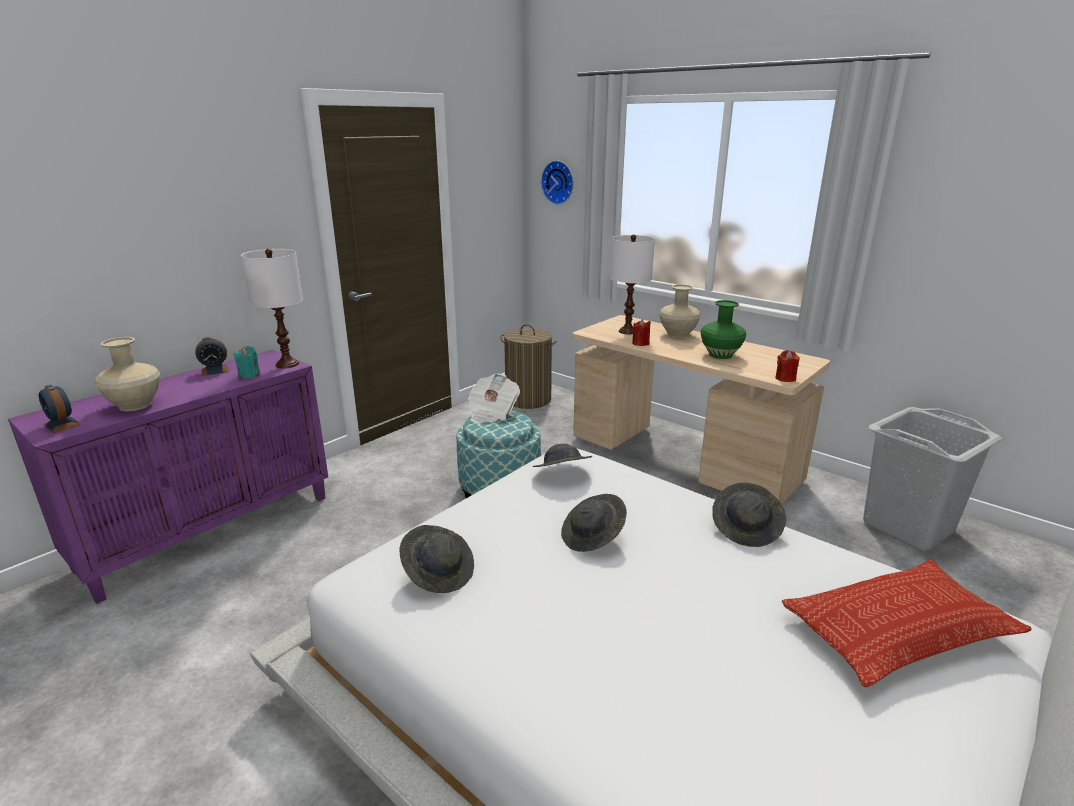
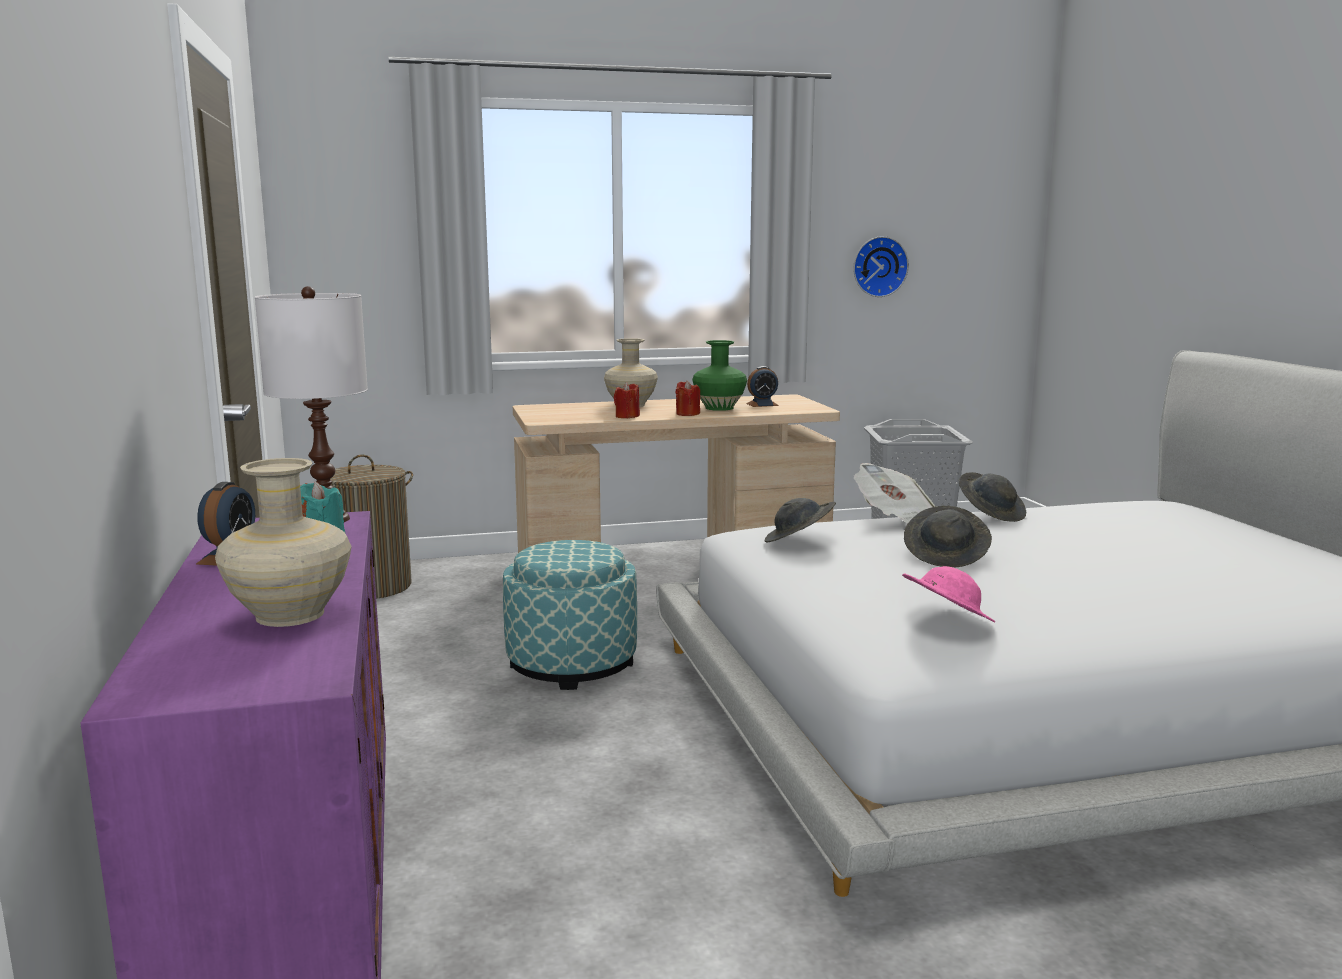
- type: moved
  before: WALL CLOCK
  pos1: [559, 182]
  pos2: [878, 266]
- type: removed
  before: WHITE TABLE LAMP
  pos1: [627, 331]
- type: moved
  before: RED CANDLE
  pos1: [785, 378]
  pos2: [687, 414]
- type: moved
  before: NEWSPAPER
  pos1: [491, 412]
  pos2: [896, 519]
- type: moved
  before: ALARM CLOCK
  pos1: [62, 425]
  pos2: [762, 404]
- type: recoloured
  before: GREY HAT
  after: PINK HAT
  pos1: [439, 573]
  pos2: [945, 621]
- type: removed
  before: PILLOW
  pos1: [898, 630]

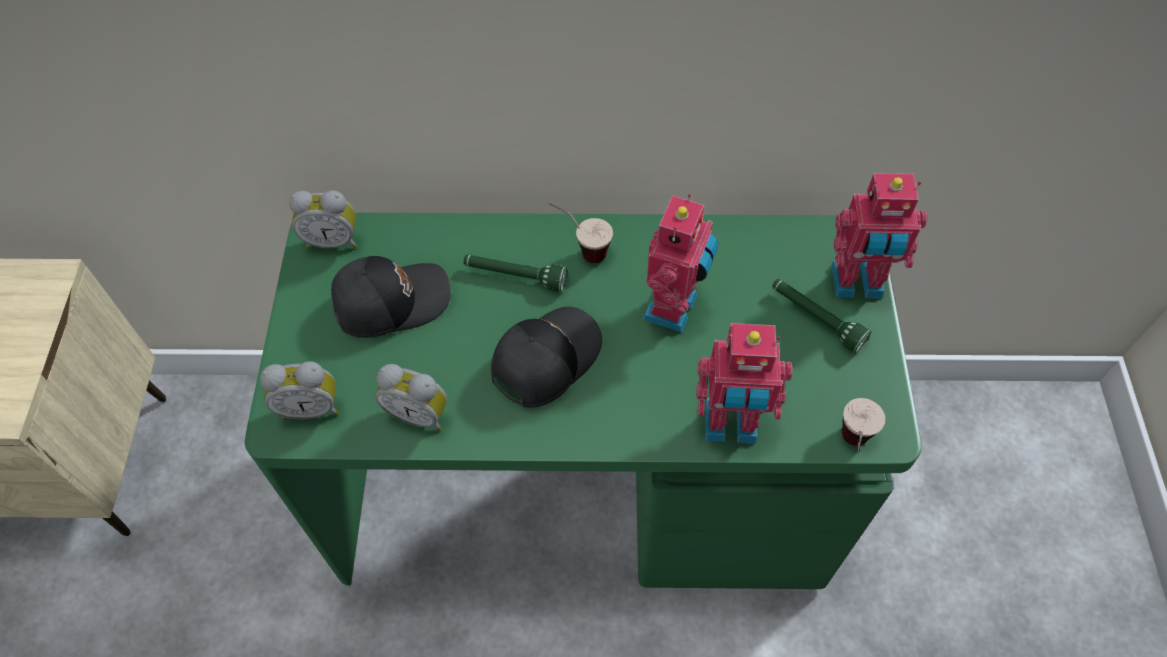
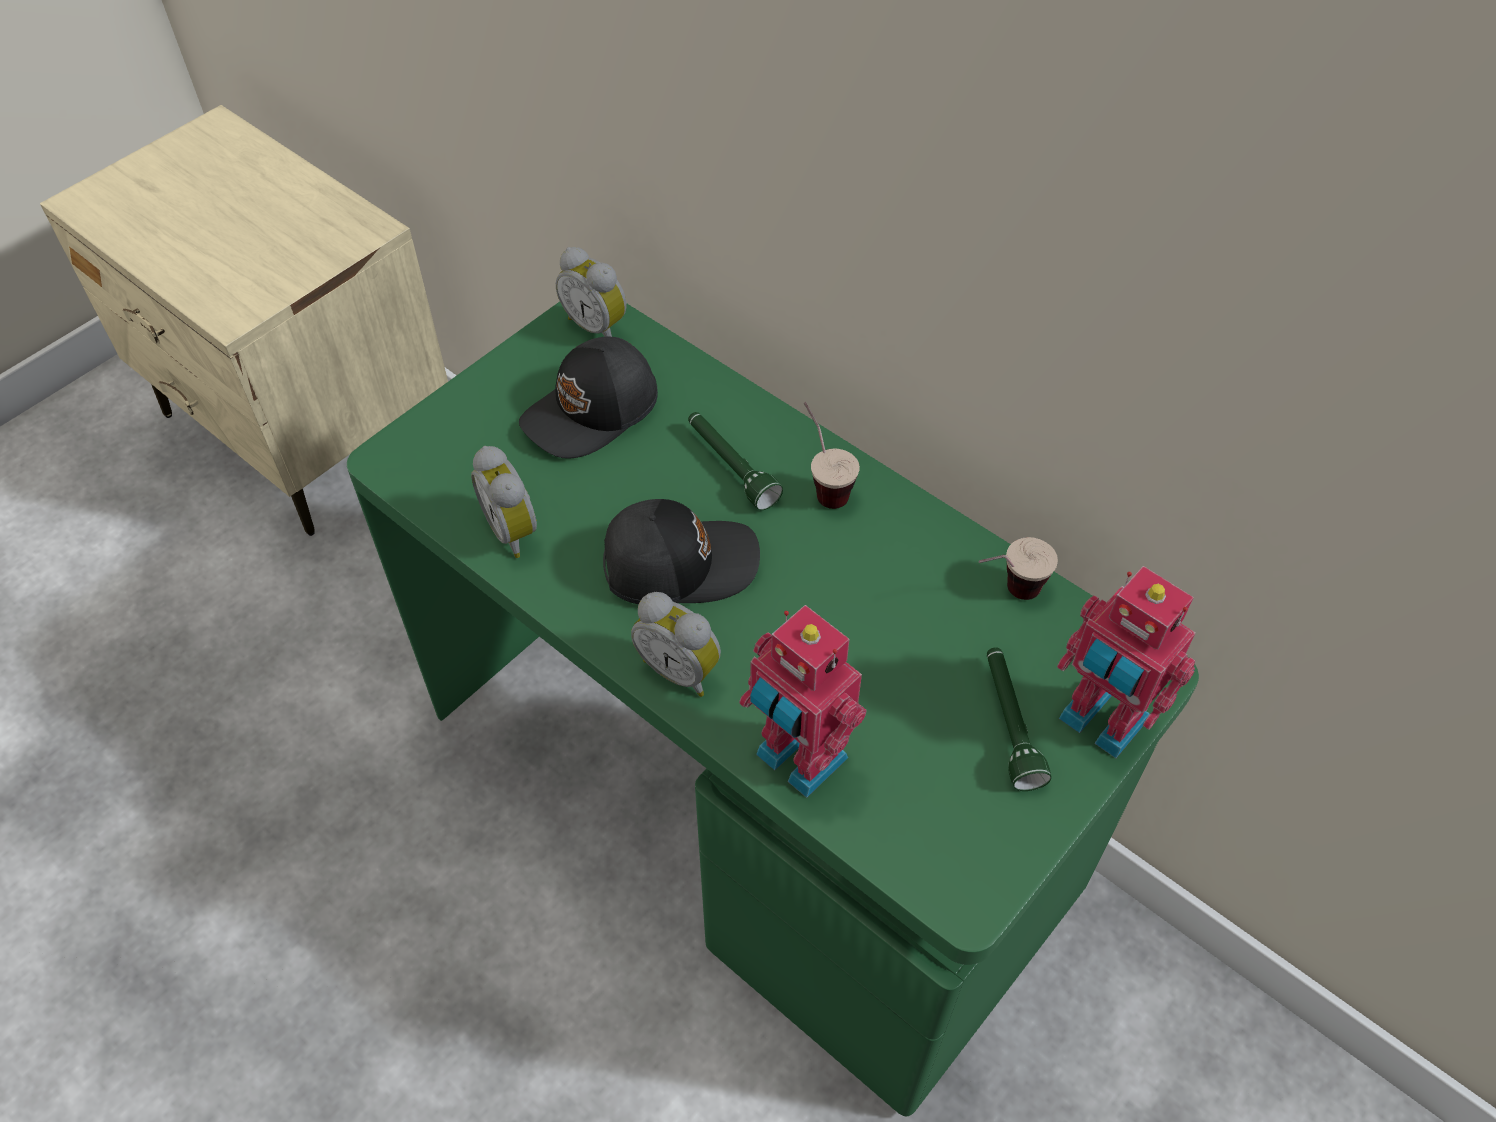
- type: removed
  before: TOY ROBOT
  pos1: [674, 308]
- type: turned
  before: BLACK CAP
  pos1: [390, 300]
  pos2: [593, 413]
  turn: 120
- type: moved
  before: ALARM CLOCK
  pos1: [310, 407]
  pos2: [681, 669]
- type: moved
  before: CUP
  pos1: [850, 448]
  pos2: [1006, 594]

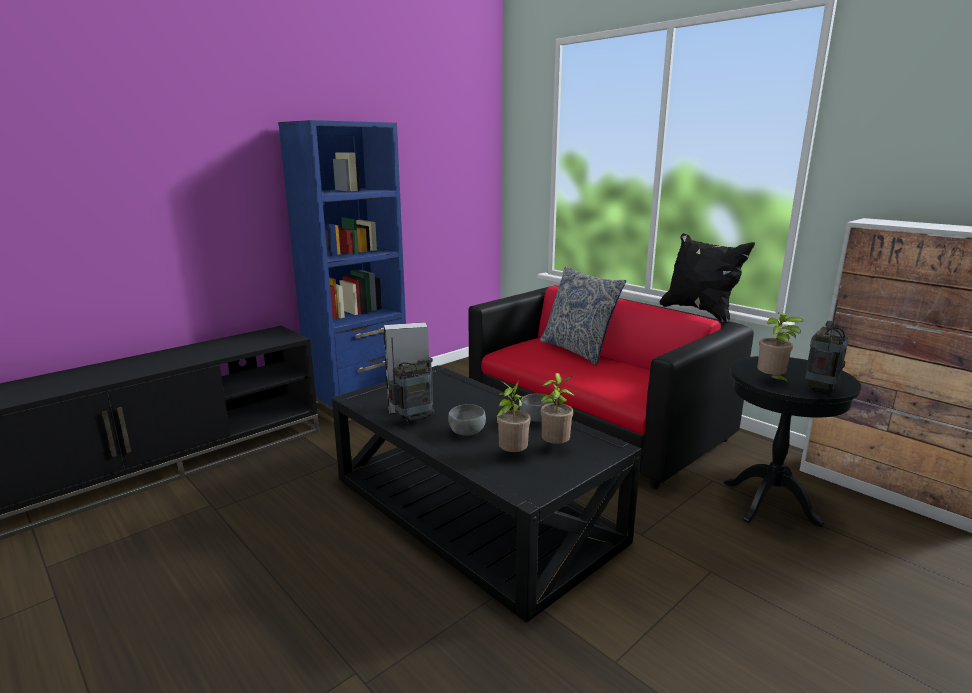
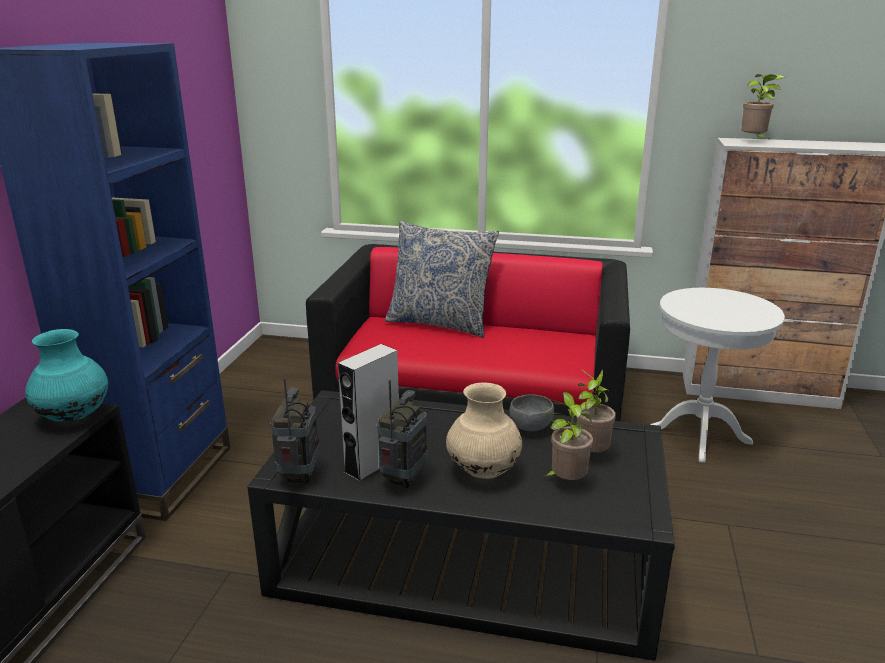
- type: removed
  before: BLACK PILLOW
  pos1: [699, 312]
- type: moved
  before: RADIO
  pos1: [820, 389]
  pos2: [299, 475]
- type: moved
  before: POTTED PLANT
  pos1: [771, 381]
  pos2: [754, 141]
- type: recoloured
  before: BLACK SIDE TABLE
  after: WHITE SIDE TABLE
  pos1: [770, 503]
  pos2: [700, 435]
- type: replaced
  before: GREY BOWL
  after: BEIGE VASE
  pos1: [467, 432]
  pos2: [483, 472]
- type: added
  after: TURQUOISE VASE
  pos2: [74, 416]

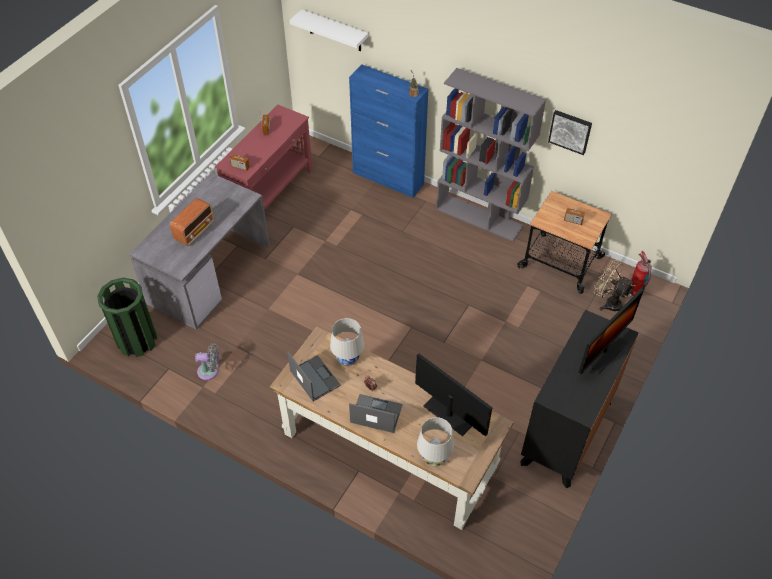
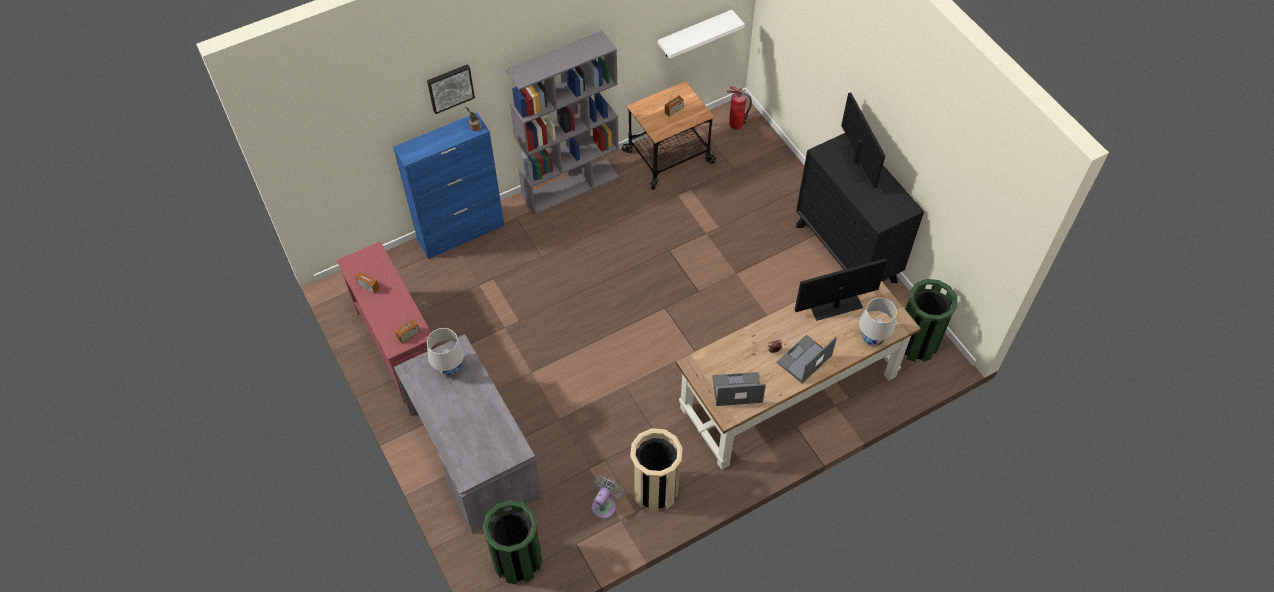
- type: moved
  before: WHITE SHELF
  pos1: [335, 31]
  pos2: [694, 34]
- type: moved
  before: PICTURE
  pos1: [570, 131]
  pos2: [450, 87]
- type: removed
  before: RADIO
  pos1: [195, 231]
- type: removed
  before: BEIGE FAN
  pos1: [608, 303]
- type: moved
  before: WHITE TABLE LAMP
  pos1: [347, 358]
  pos2: [449, 368]
- type: added
  after: GREEN TRASH CAN
  pos2: [916, 343]
- type: added
  after: BEIGE TRASH CAN
  pos2: [655, 490]

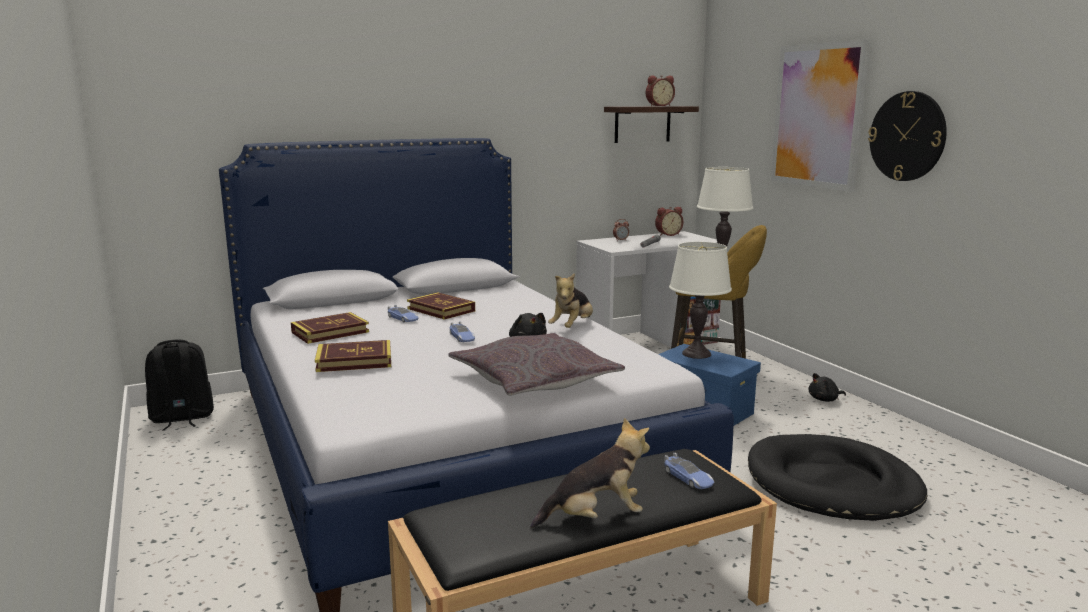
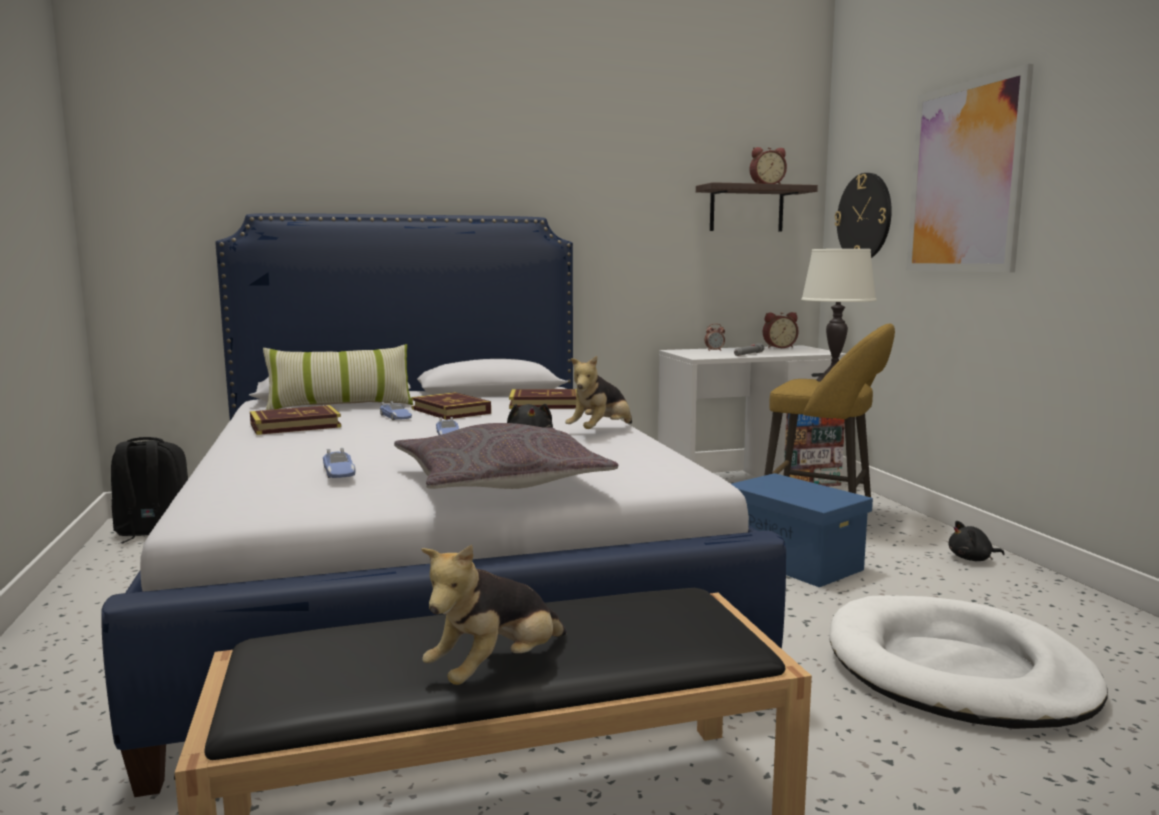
- type: moved
  before: WALL CLOCK
  pos1: [907, 136]
  pos2: [864, 217]
- type: removed
  before: WHITE TABLE LAMP
  pos1: [696, 354]
- type: moved
  before: BOOK
  pos1: [354, 361]
  pos2: [544, 404]
- type: turned
  before: PLUSH TOY
  pos1: [595, 518]
  pos2: [496, 670]
  turn: 135
- type: recoloured
  before: BLACK DOG BED
  after: WHITE DOG BED
  pos1: [832, 484]
  pos2: [956, 670]
- type: moved
  before: TOY CAR
  pos1: [688, 478]
  pos2: [339, 472]
- type: added
  after: PILLOW
  pos2: [340, 406]

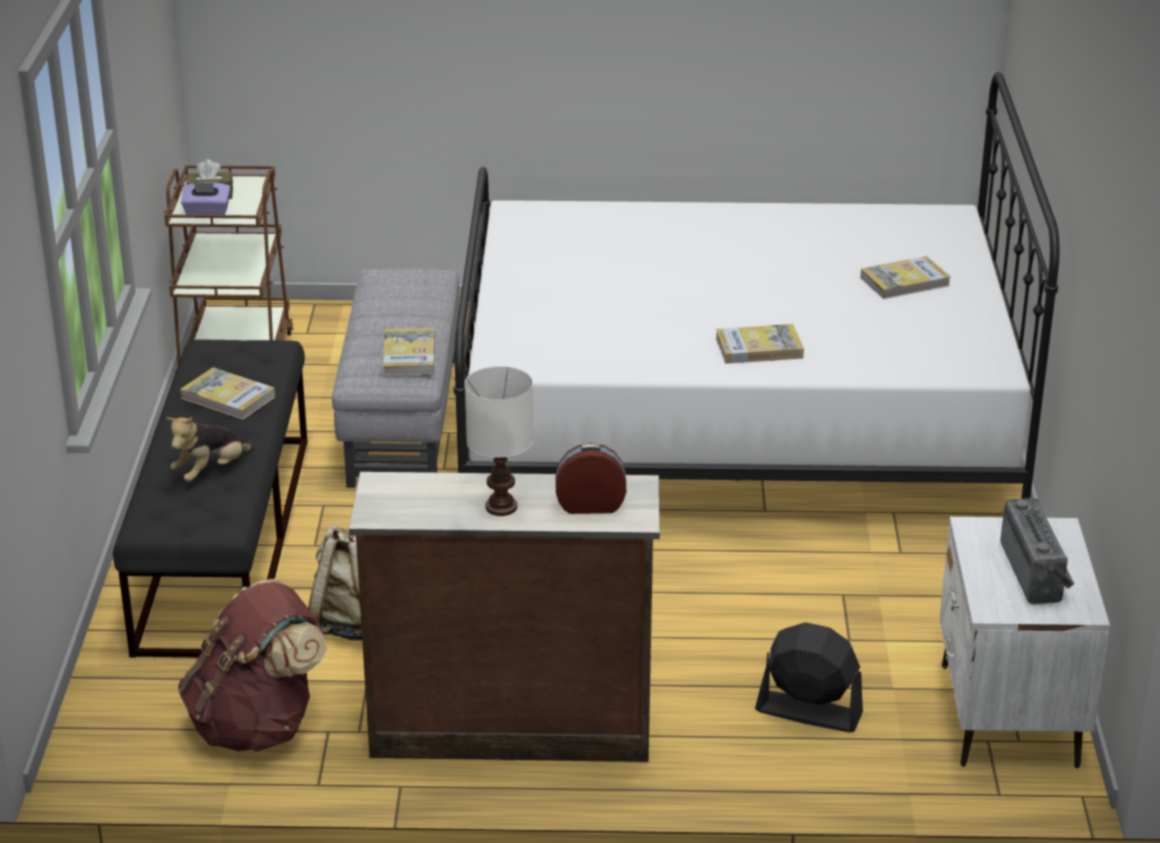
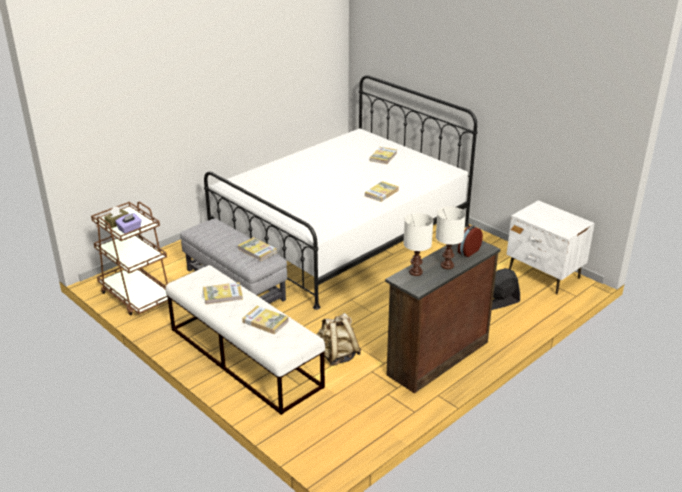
- type: recoloured
  before: BLACK BENCH
  after: WHITE BENCH
  pos1: [225, 541]
  pos2: [244, 357]
- type: replaced
  before: PLUSH TOY
  after: BOOK
  pos1: [211, 471]
  pos2: [265, 321]
- type: removed
  before: RADIO
  pos1: [1036, 572]
- type: removed
  before: BROWN BACKPACK
  pos1: [258, 726]
- type: added
  after: WHITE TABLE LAMP
  pos2: [415, 272]

